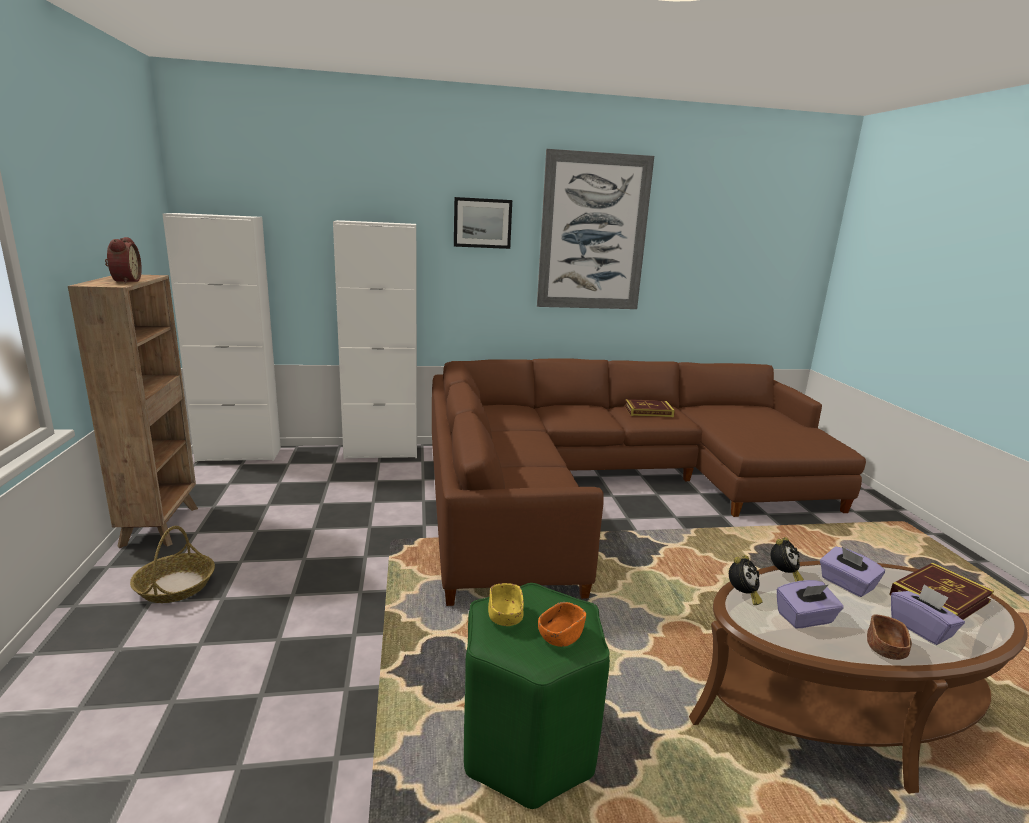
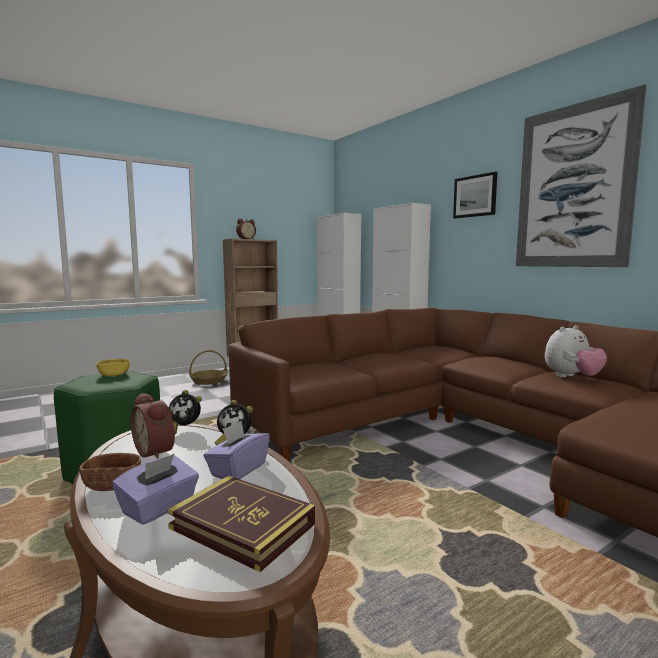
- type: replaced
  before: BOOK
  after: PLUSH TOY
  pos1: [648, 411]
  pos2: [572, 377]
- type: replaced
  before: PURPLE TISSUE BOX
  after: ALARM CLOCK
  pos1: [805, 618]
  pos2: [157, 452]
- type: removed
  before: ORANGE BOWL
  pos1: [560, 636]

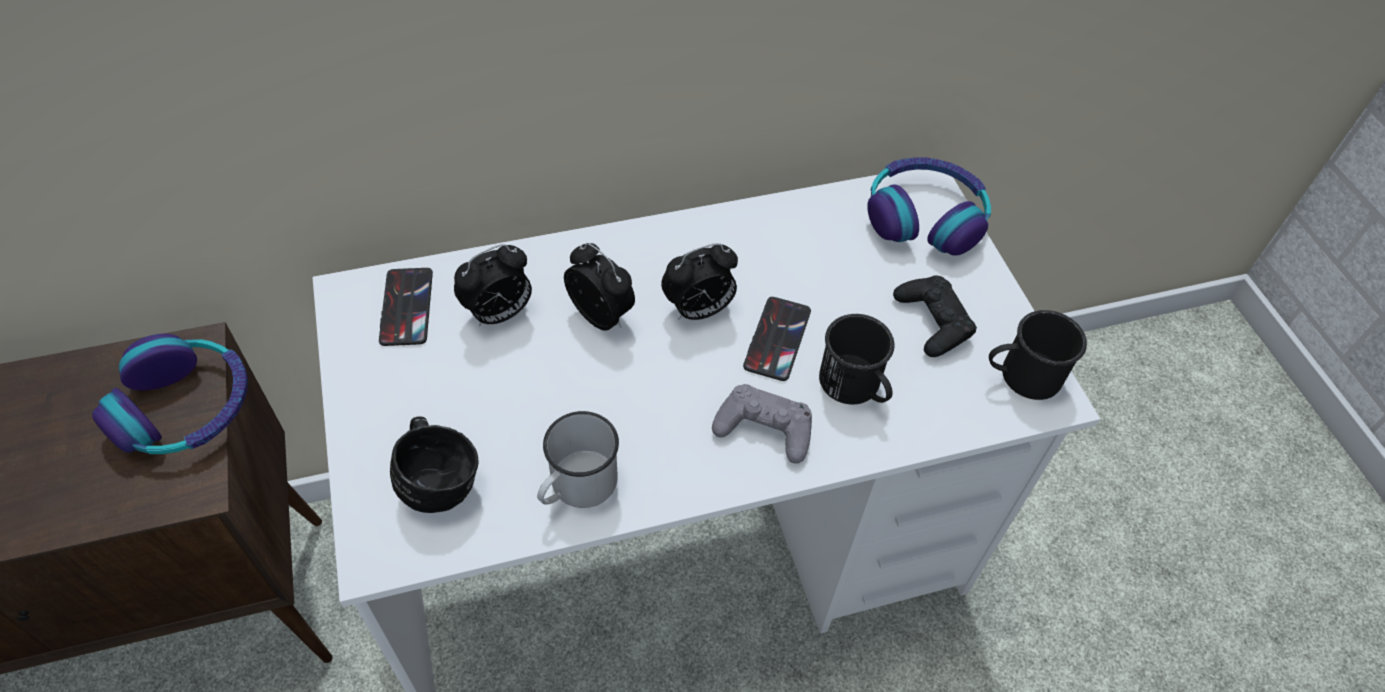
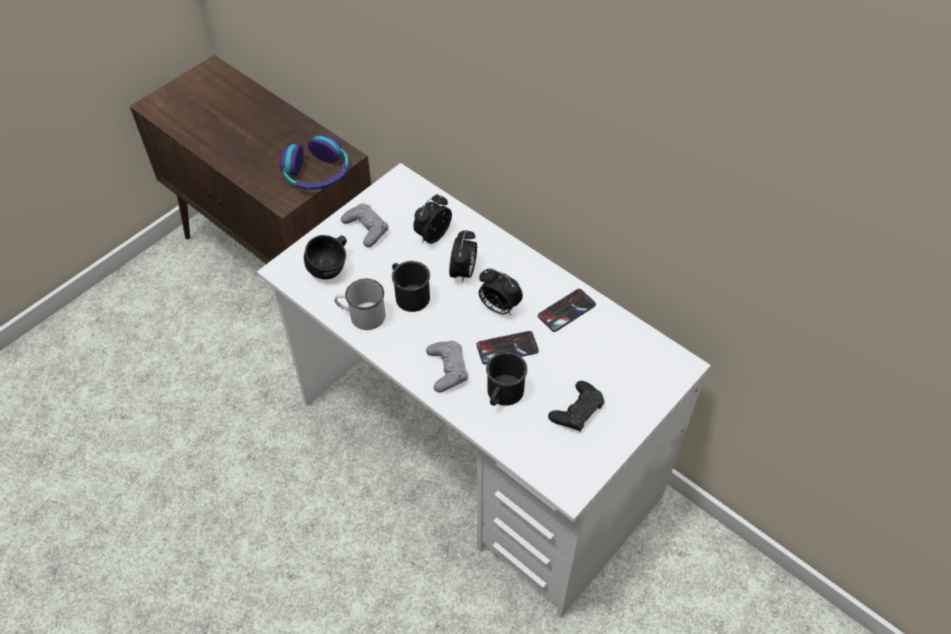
- type: removed
  before: HEADPHONES
  pos1: [925, 217]
- type: turned
  before: ALARM CLOCK
  pos1: [499, 314]
  pos2: [432, 235]
  turn: 105
- type: moved
  before: PHONE
  pos1: [406, 307]
  pos2: [566, 310]
- type: moved
  before: BLACK MUG
  pos1: [1021, 376]
  pos2: [409, 295]
- type: added
  after: GREY GAME CONTROLLER
  pos2: [366, 229]

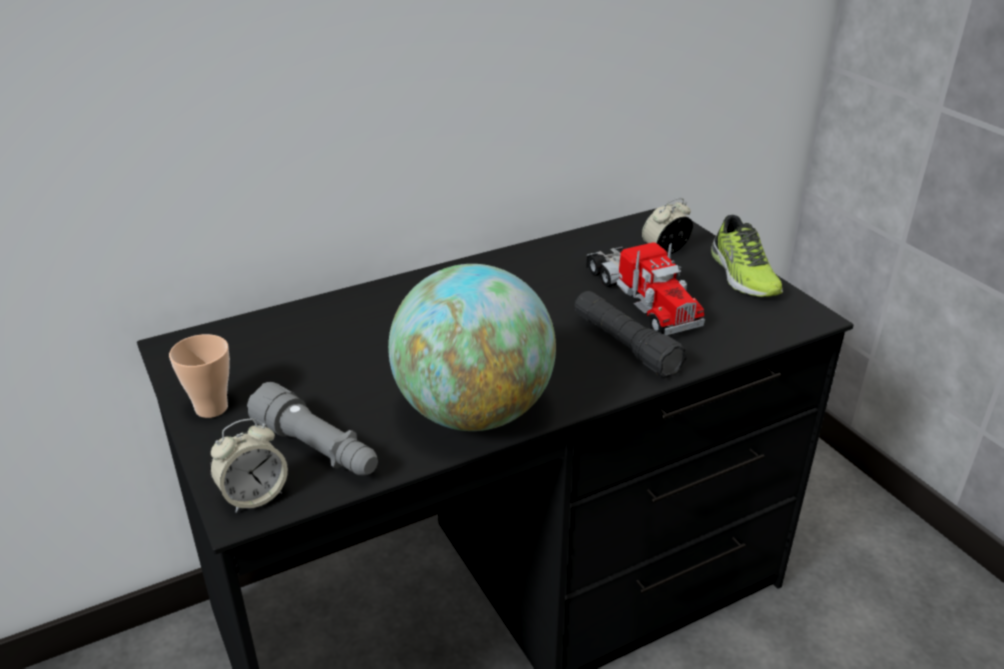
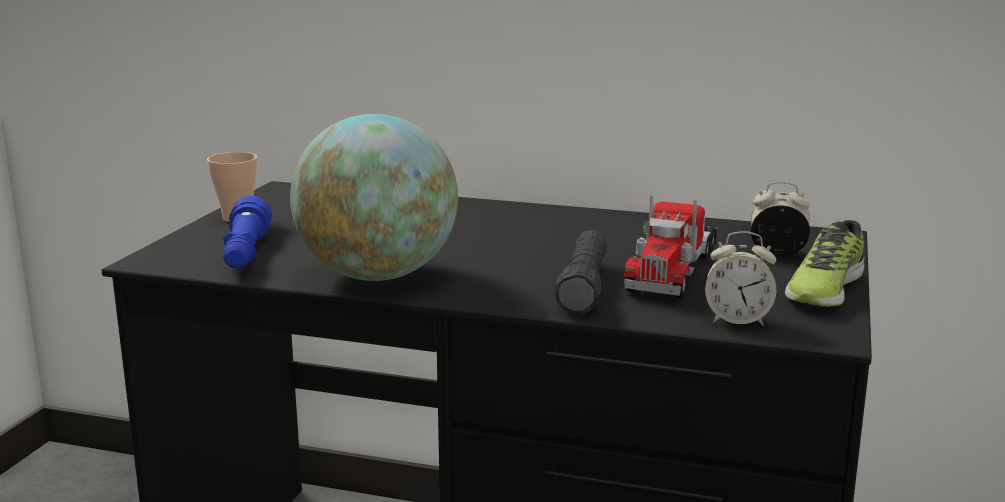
- type: recoloured
  before: GREY FLASHLIGHT
  after: BLUE FLASHLIGHT
  pos1: [317, 449]
  pos2: [245, 254]
- type: moved
  before: ALARM CLOCK
  pos1: [254, 496]
  pos2: [737, 320]

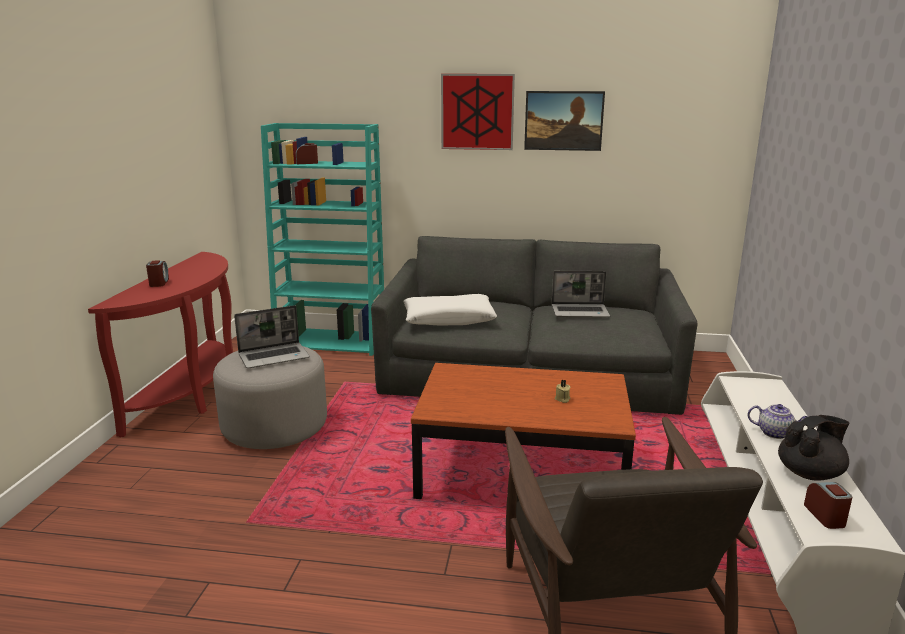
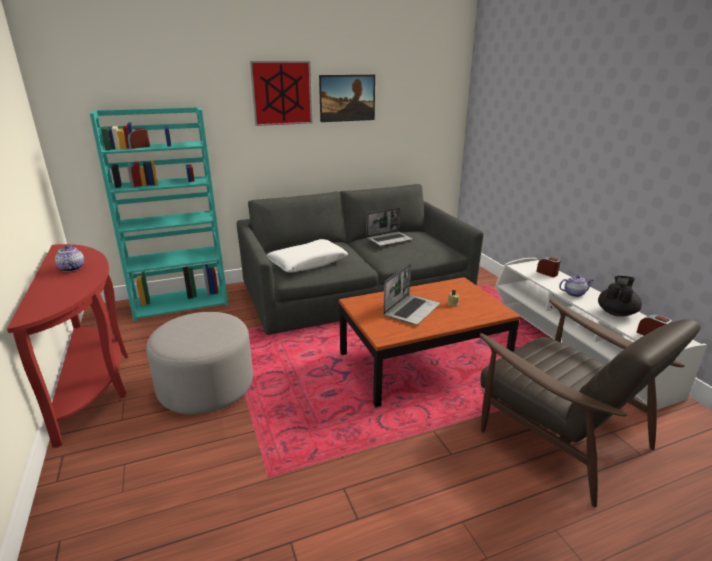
- type: moved
  before: ALARM CLOCK
  pos1: [159, 283]
  pos2: [547, 273]
- type: moved
  before: LAPTOP
  pos1: [274, 356]
  pos2: [411, 310]
- type: added
  after: TEAPOT
  pos2: [71, 268]

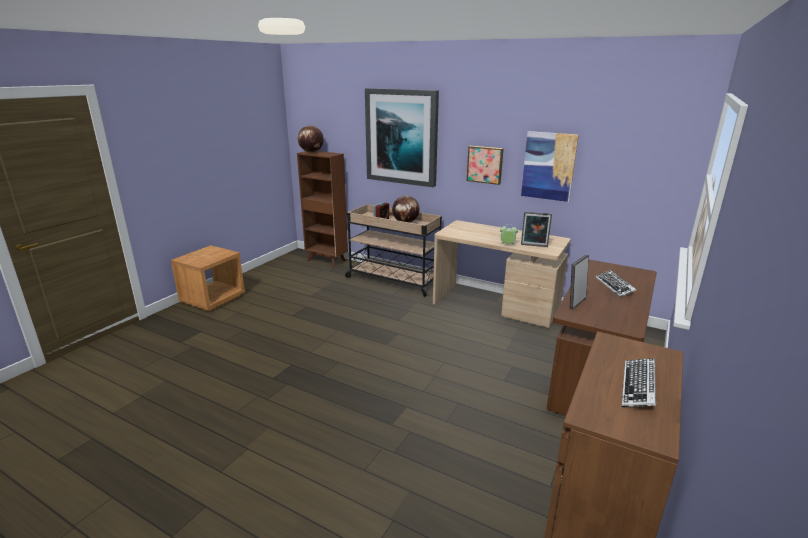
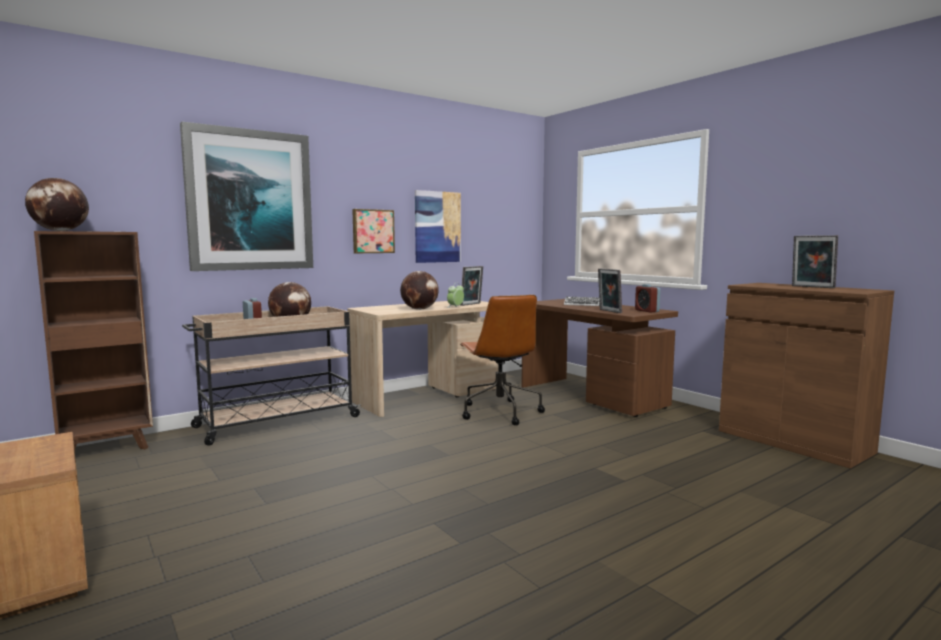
- type: replaced
  before: KEYBOARD
  after: PICTURE FRAME
  pos1: [638, 387]
  pos2: [812, 287]
- type: added
  after: GLOBE
  pos2: [419, 309]
- type: added
  after: ALARM CLOCK
  pos2: [647, 311]
- type: added
  after: BROWN OFFICE CHAIR
  pos2: [499, 412]

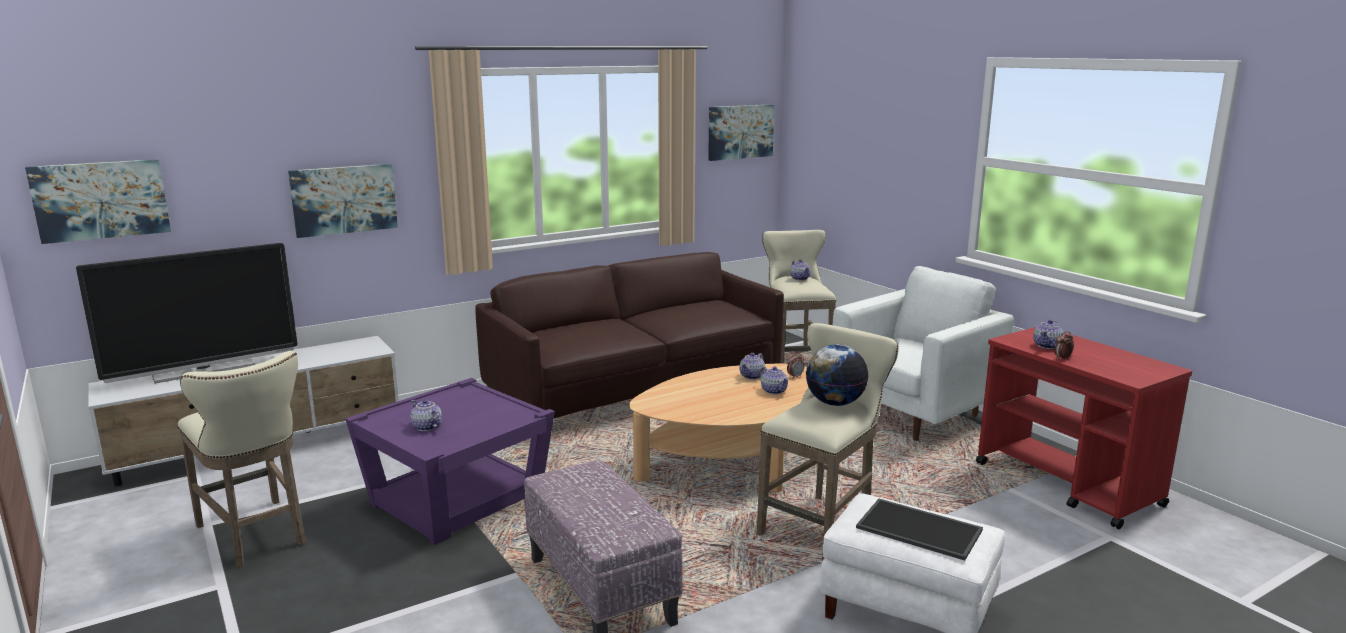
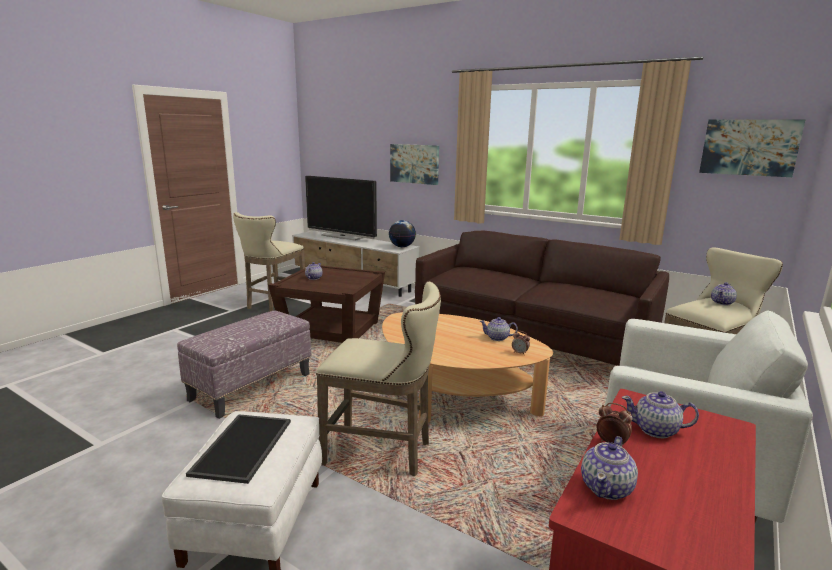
- type: removed
  before: PICTURE
  pos1: [101, 200]
- type: moved
  before: GLOBE
  pos1: [835, 403]
  pos2: [402, 247]
- type: moved
  before: TEAPOT
  pos1: [774, 391]
  pos2: [607, 487]
- type: recoloured
  before: PURPLE SIDE TABLE
  after: BROWN SIDE TABLE
  pos1: [458, 500]
  pos2: [331, 330]

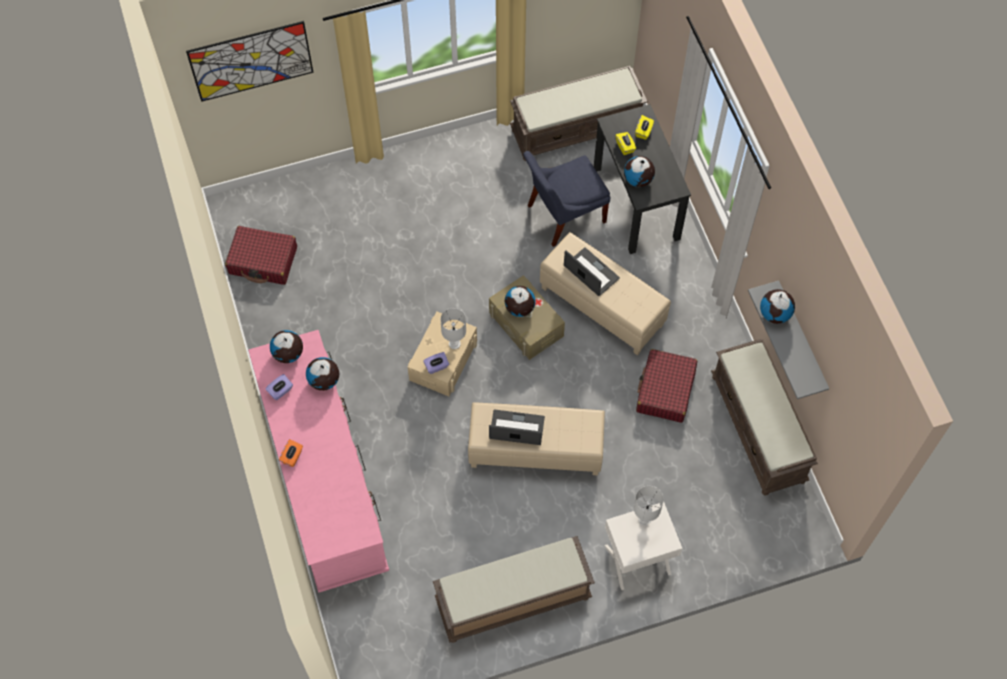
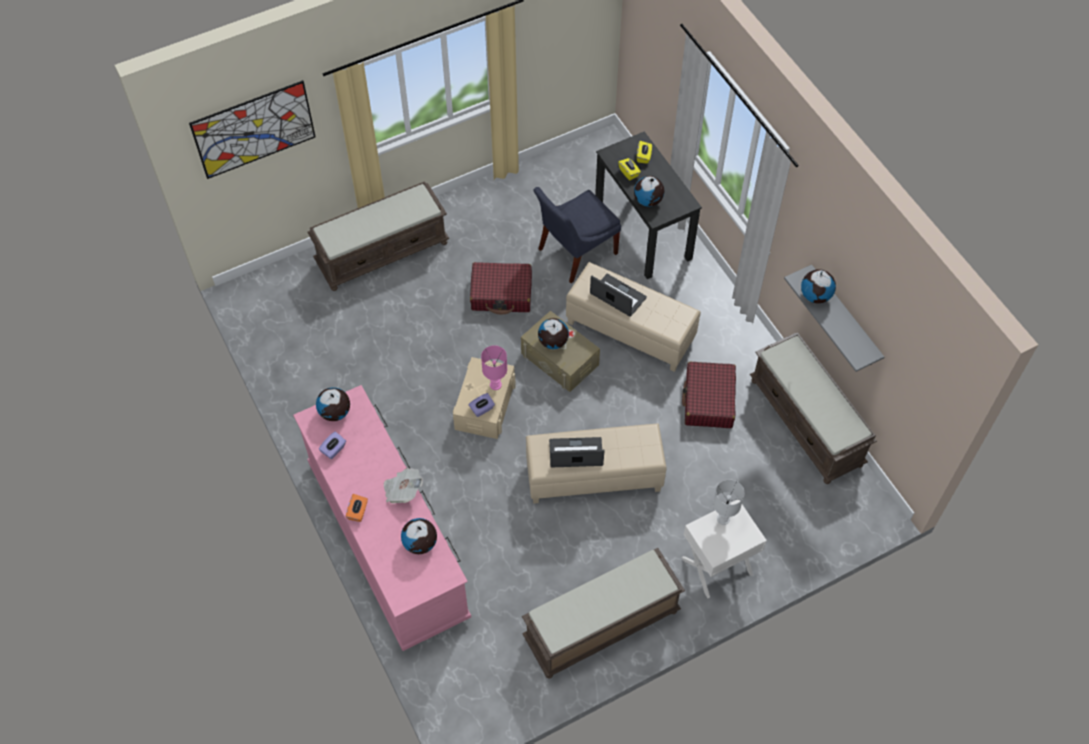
- type: moved
  before: BROWN BENCH
  pos1: [577, 128]
  pos2: [382, 252]
- type: moved
  before: RED SUITCASE
  pos1: [263, 261]
  pos2: [501, 293]
- type: recoloured
  before: WHITE TABLE LAMP
  after: PINK TABLE LAMP
  pos1: [455, 344]
  pos2: [496, 385]
- type: moved
  before: GLOBE
  pos1: [324, 381]
  pos2: [420, 544]
- type: added
  after: NEWSPAPER
  pos2: [402, 490]

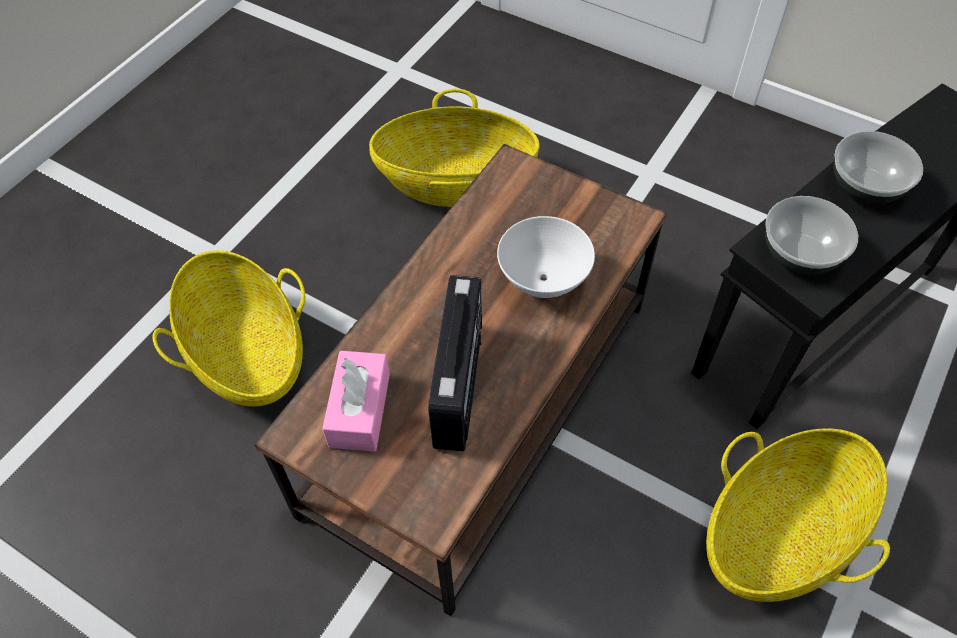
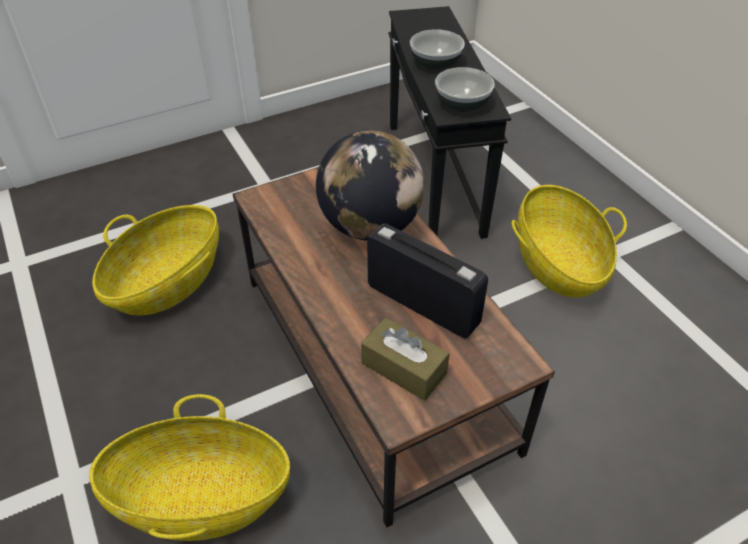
- type: replaced
  before: WHITE BOWL
  after: GLOBE
  pos1: [543, 281]
  pos2: [370, 227]
- type: recoloured
  before: PINK TISSUE BOX
  after: BROWN TISSUE BOX
  pos1: [359, 410]
  pos2: [404, 368]

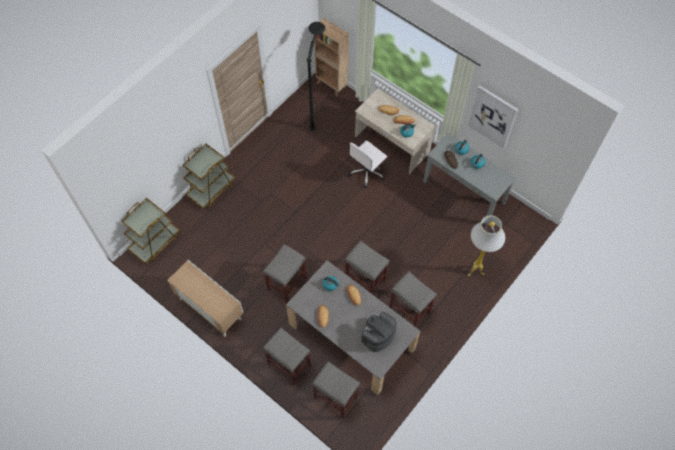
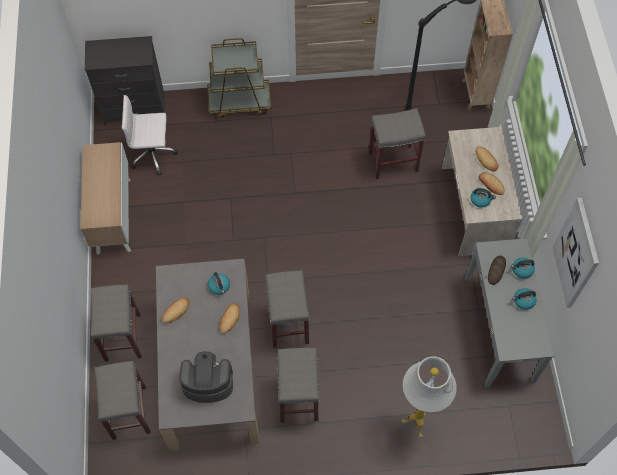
- type: moved
  before: WHITE OFFICE CHAIR
  pos1: [367, 172]
  pos2: [153, 154]
- type: replaced
  before: BROWN CART
  after: BLACK DRESSER
  pos1: [155, 242]
  pos2: [135, 110]
- type: moved
  before: GREY STOOL
  pos1: [287, 283]
  pos2: [393, 161]

